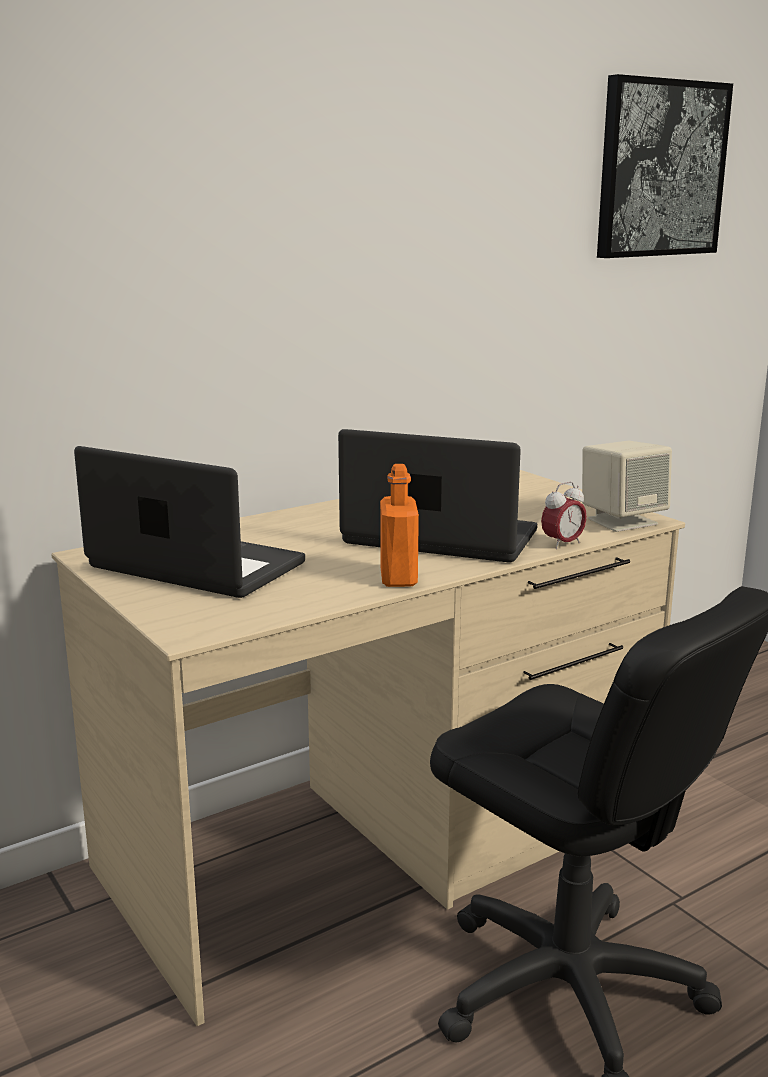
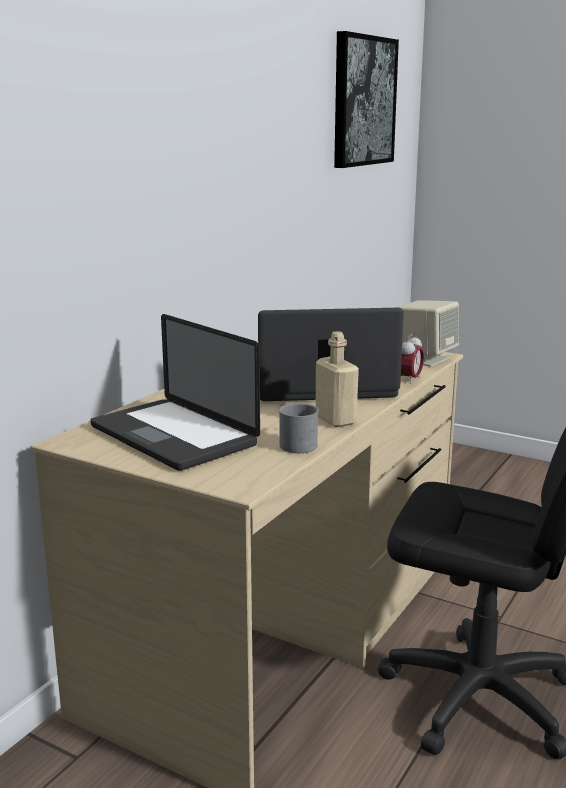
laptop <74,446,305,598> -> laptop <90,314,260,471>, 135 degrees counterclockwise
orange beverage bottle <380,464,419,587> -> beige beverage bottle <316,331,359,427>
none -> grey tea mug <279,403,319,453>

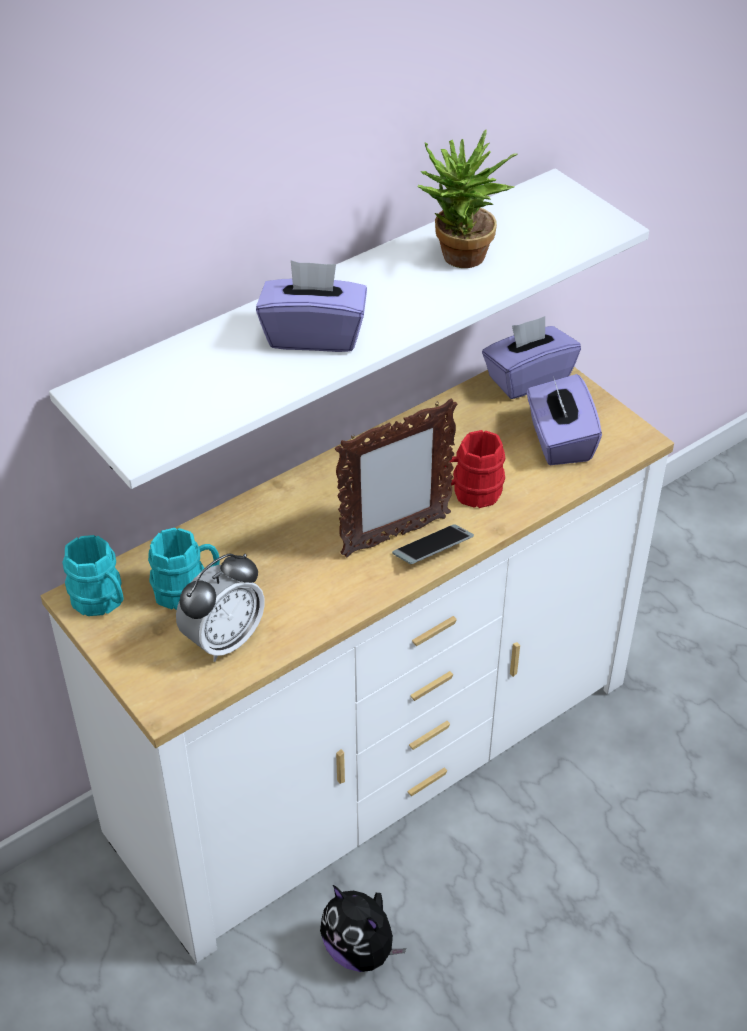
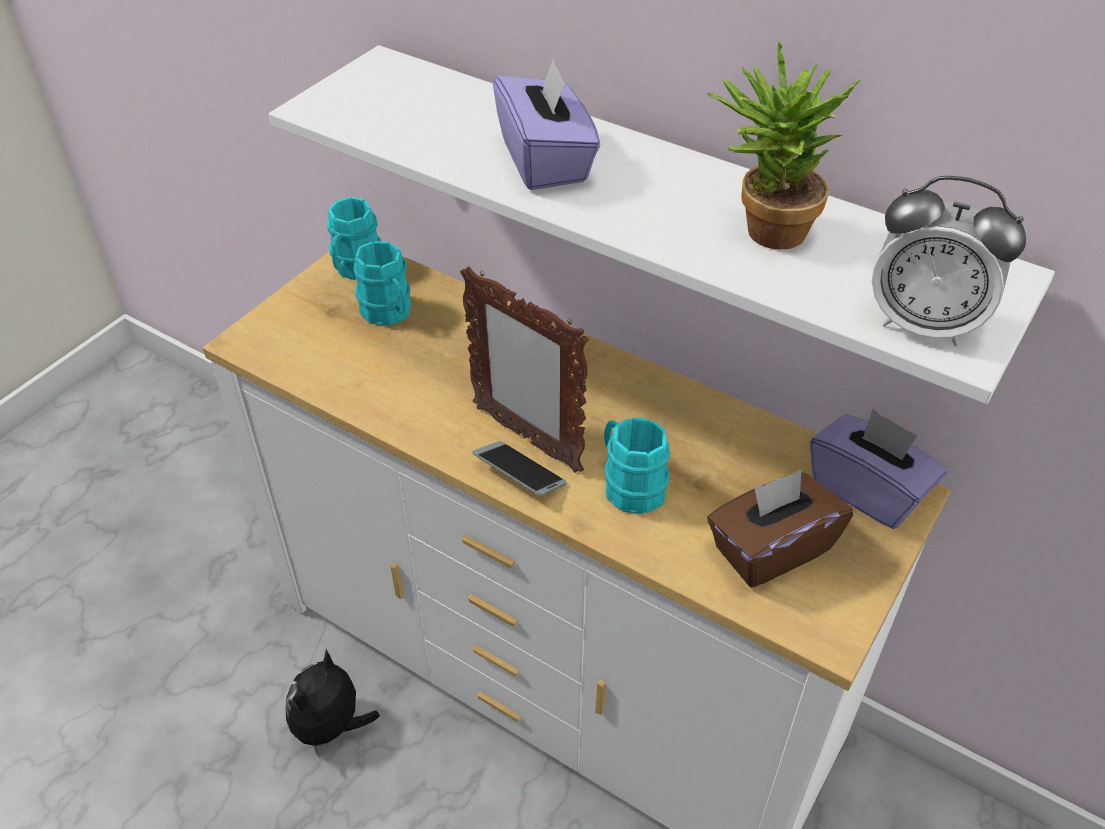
alarm clock <176,553,265,662> -> alarm clock <872,176,1026,347>, relocated
reddish tea mug <444,430,505,508> -> turquoise tea mug <604,417,670,514>
purplish tissue holder <527,374,602,465> -> brown tissue holder <707,470,853,588>

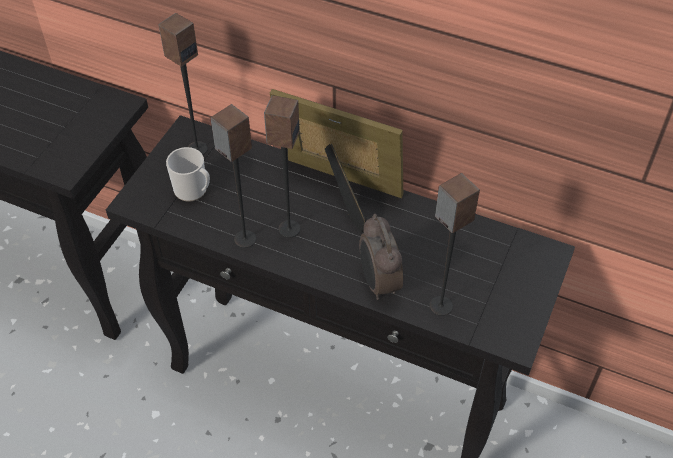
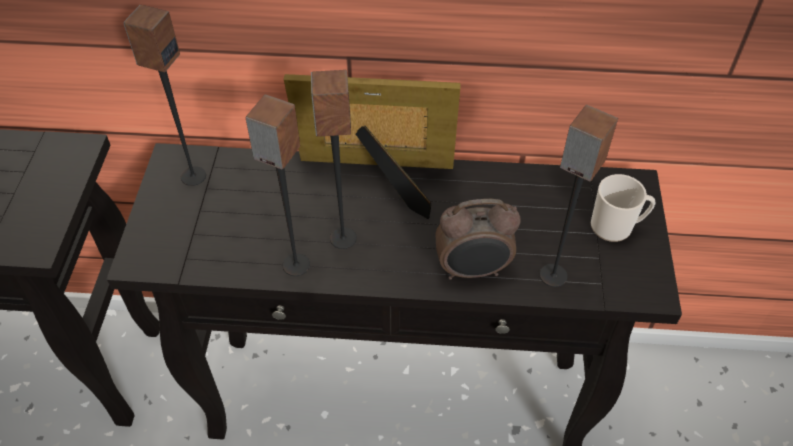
tea mug <166,147,210,202> -> tea mug <591,174,656,242>, relocated
alarm clock <359,214,403,300> -> alarm clock <435,199,521,280>, 60 degrees counterclockwise

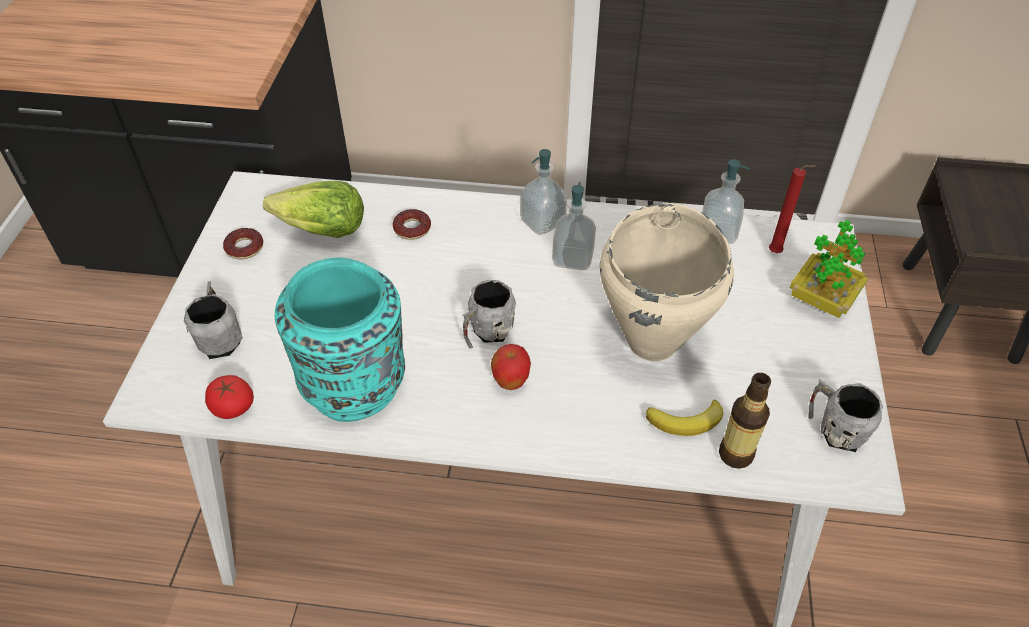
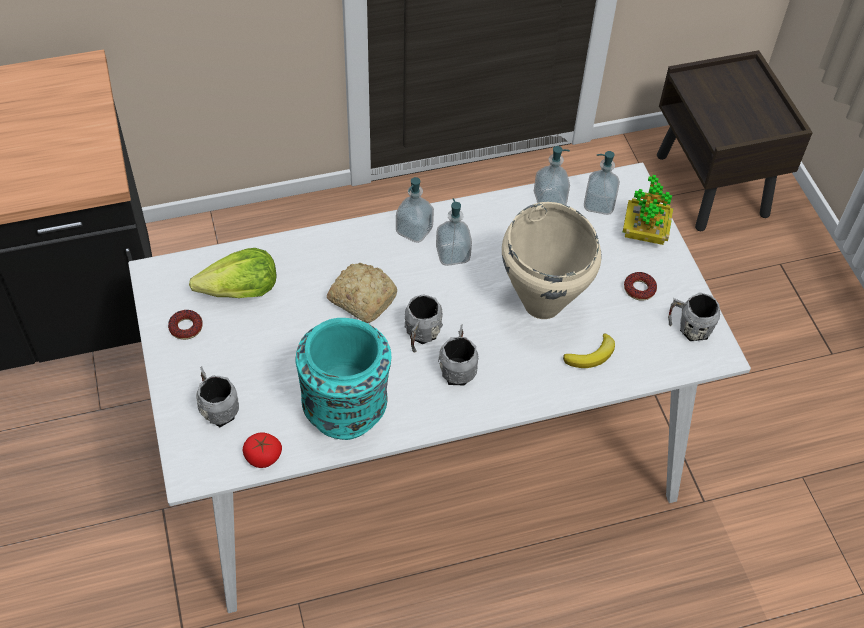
ring doughnut <393,209,431,240> -> ring doughnut <624,272,657,300>, relocated
whole apple <491,344,531,390> -> grey tea mug <438,324,478,386>
beverage bottle <719,373,771,469> -> none
reddish candle <769,165,816,253> -> soap bottle <584,151,620,215>
none -> baked bread <327,263,397,323>

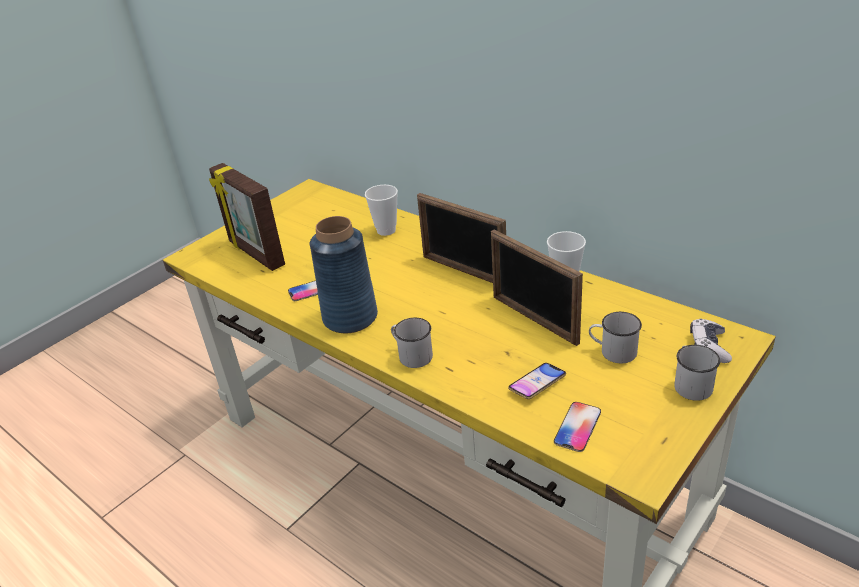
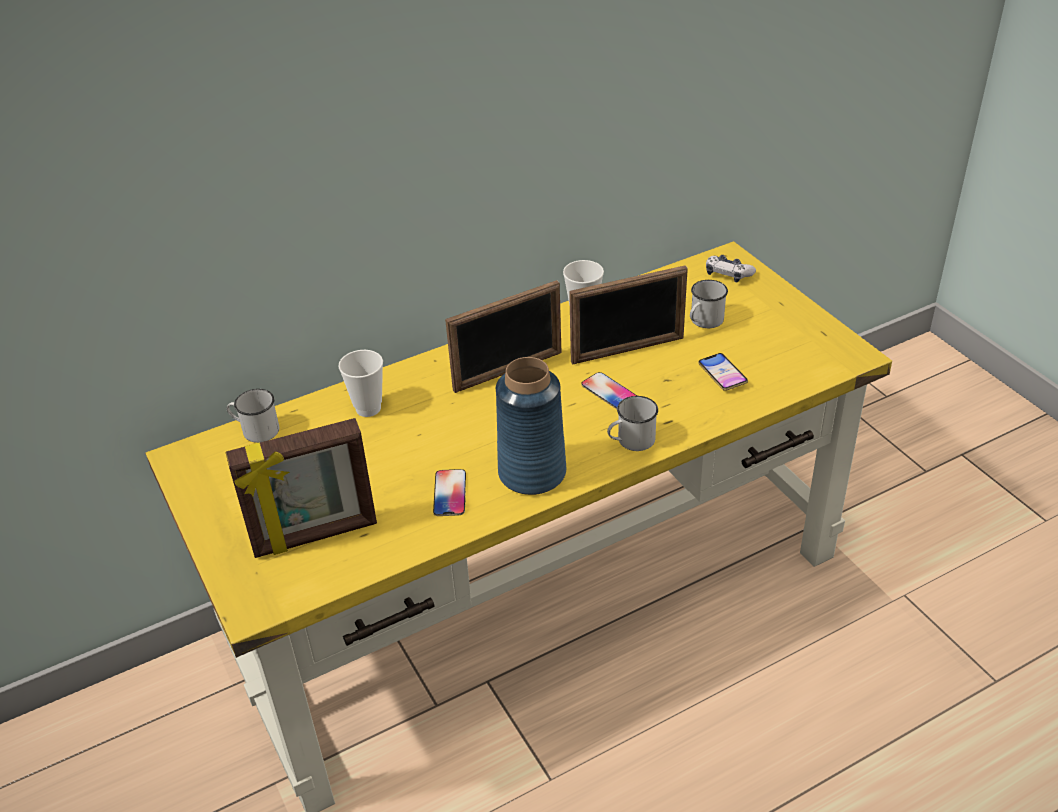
handset <554,402,601,452> -> handset <581,372,637,409>, relocated
whitish tea mug <674,345,720,401> -> whitish tea mug <226,389,279,443>, relocated

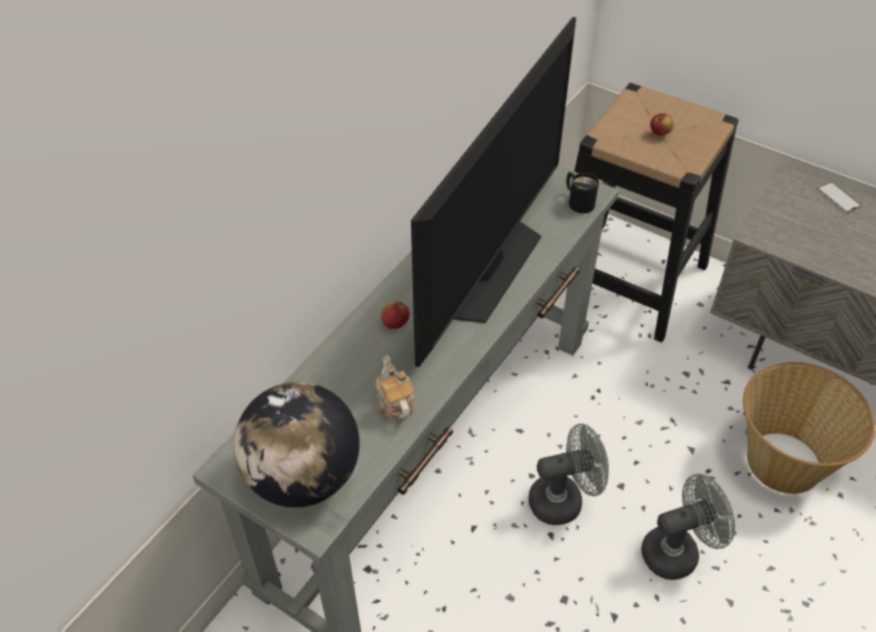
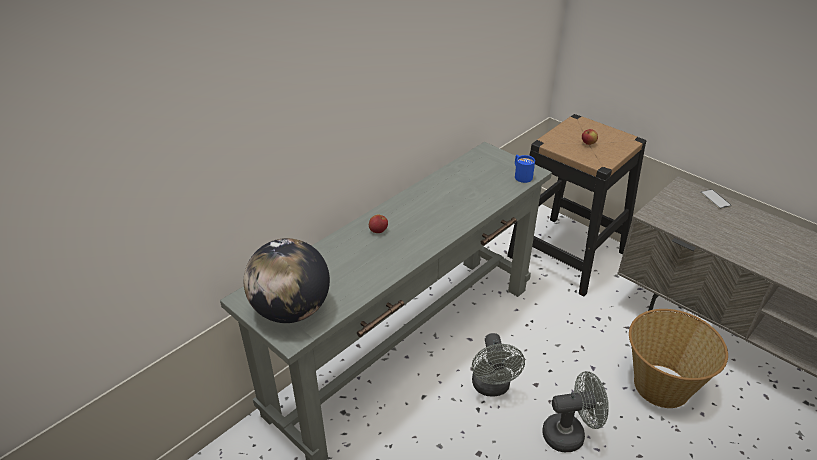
tea pot <375,355,414,420> -> none
TV <411,17,576,367> -> none
grey electric fan <529,424,609,525> -> grey electric fan <472,333,525,397>, 90 degrees clockwise
black-coloured tea mug <566,172,599,213> -> bluish tea mug <515,155,535,183>

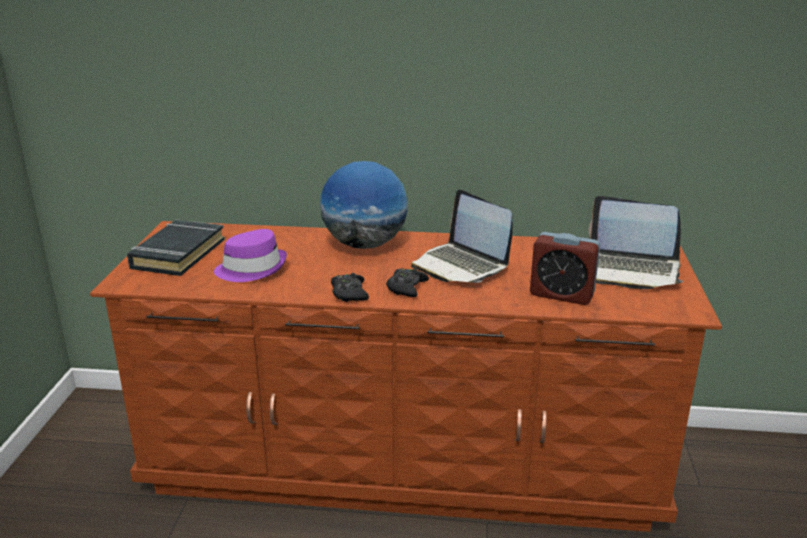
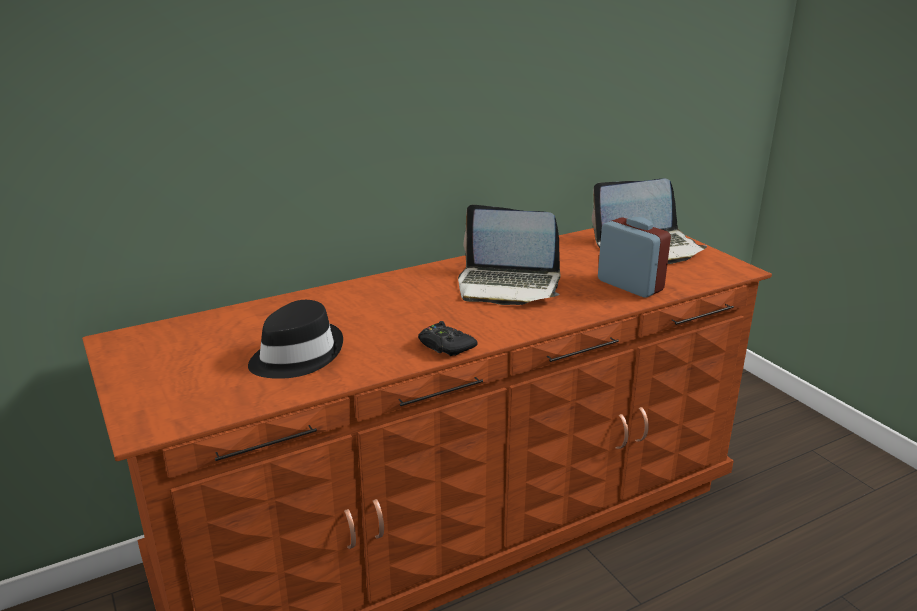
black-coloured volume <127,220,225,276> -> none
purplish hat <214,229,287,282> -> black-coloured hat <248,300,343,379>
desk globe <320,161,408,249> -> none
black-coloured joypad <386,268,429,297> -> none
alarm clock <530,232,600,305> -> alarm clock <598,217,671,298>, 120 degrees counterclockwise

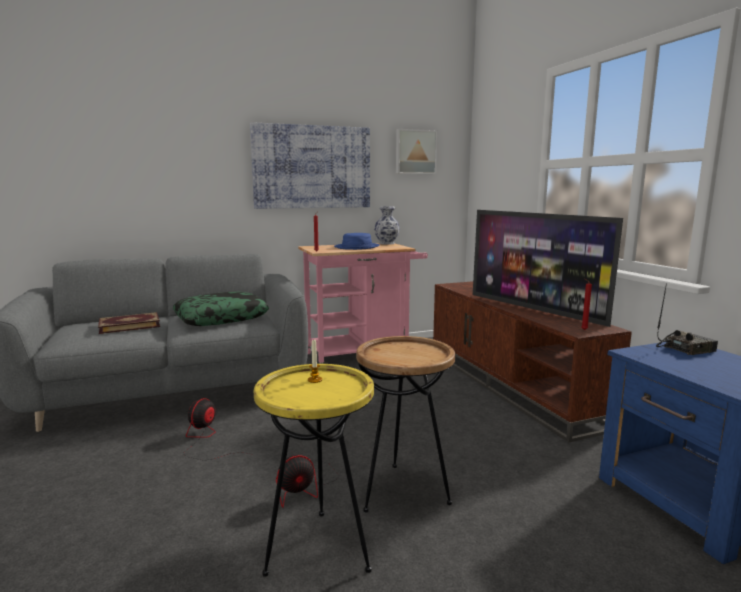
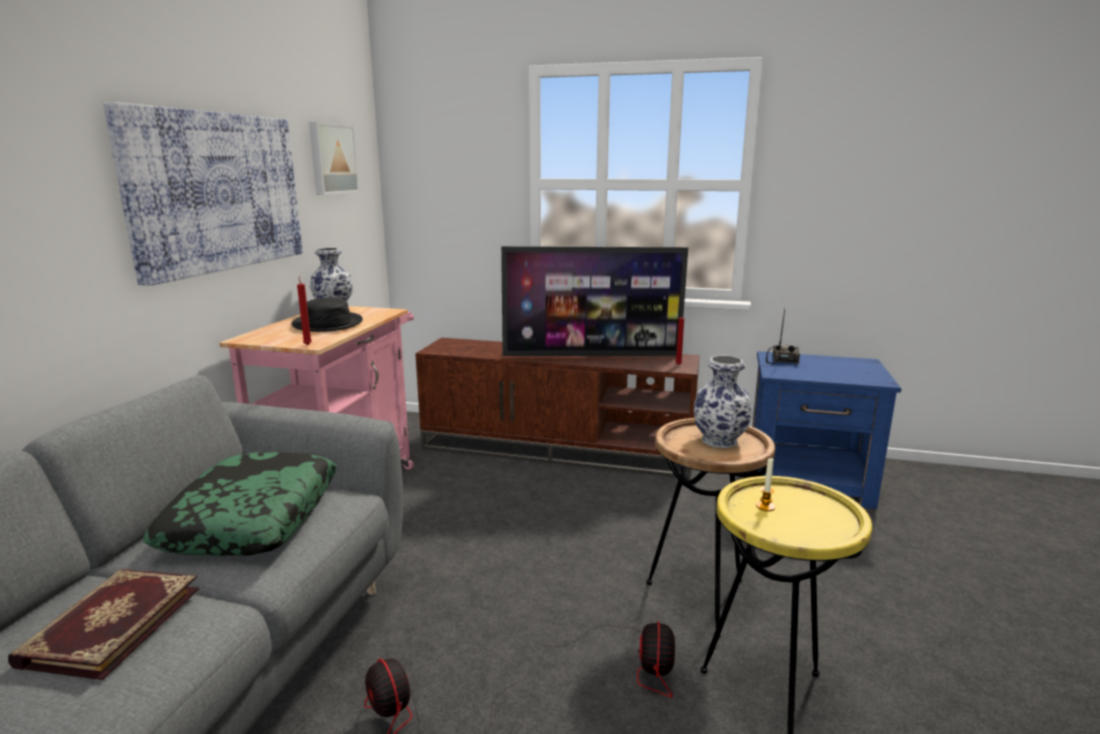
bluish hat <334,233,380,250> -> black-coloured hat <291,298,363,332>
none -> flower vase <694,355,752,448>

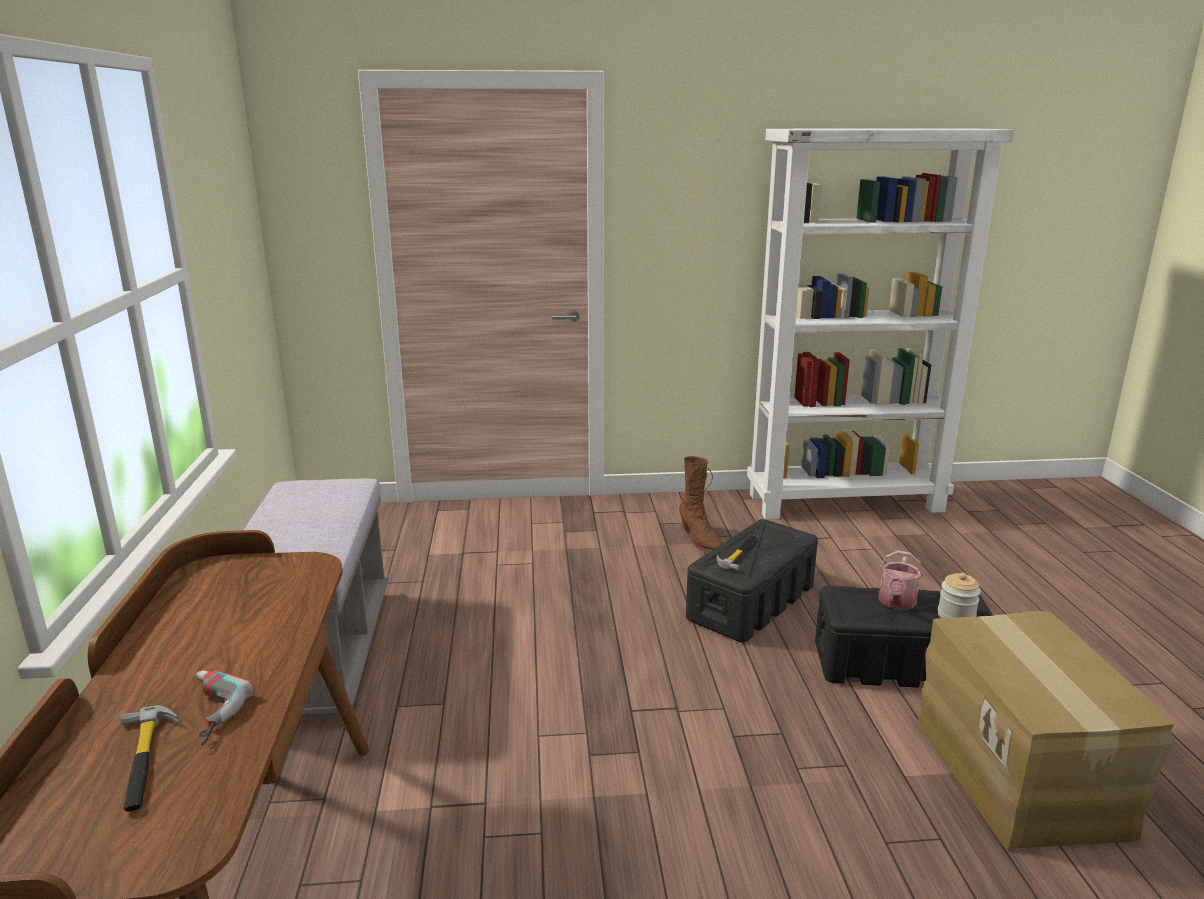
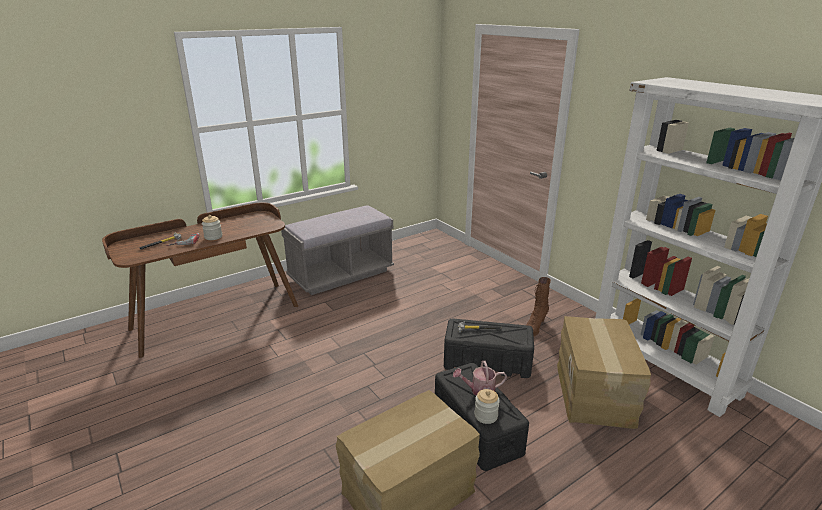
none -> preserve jar <202,215,222,240>
none -> cardboard box <557,316,651,429>

